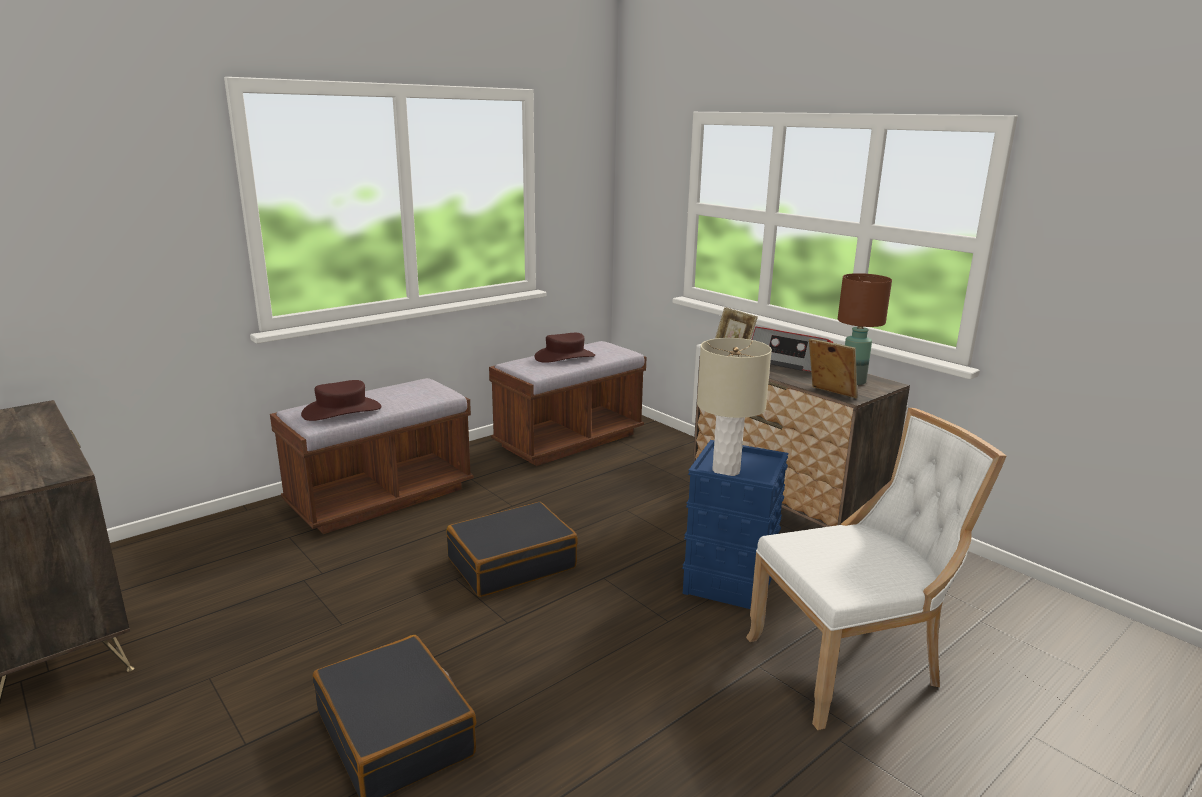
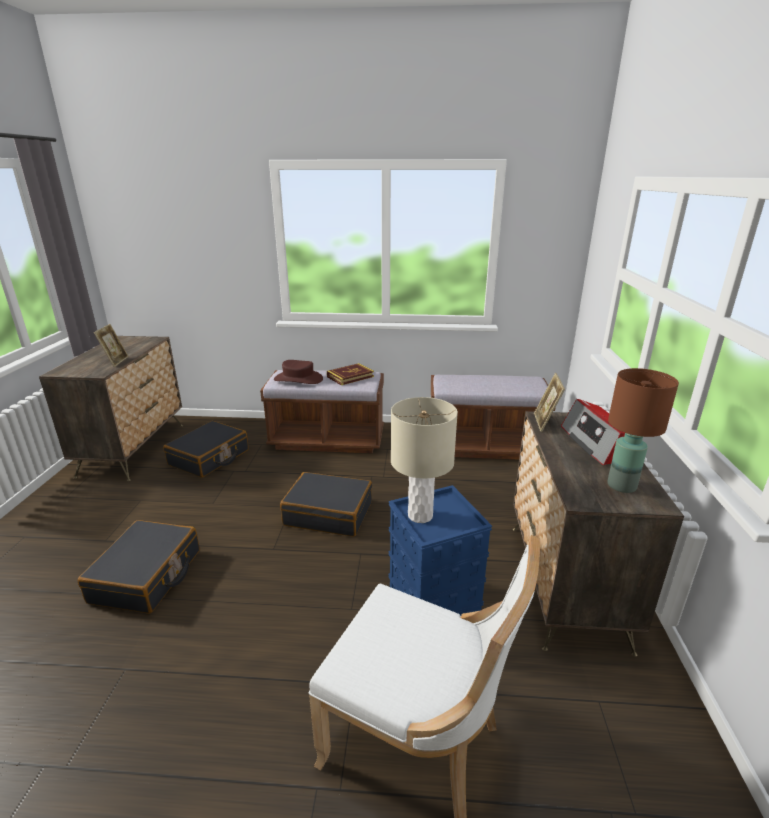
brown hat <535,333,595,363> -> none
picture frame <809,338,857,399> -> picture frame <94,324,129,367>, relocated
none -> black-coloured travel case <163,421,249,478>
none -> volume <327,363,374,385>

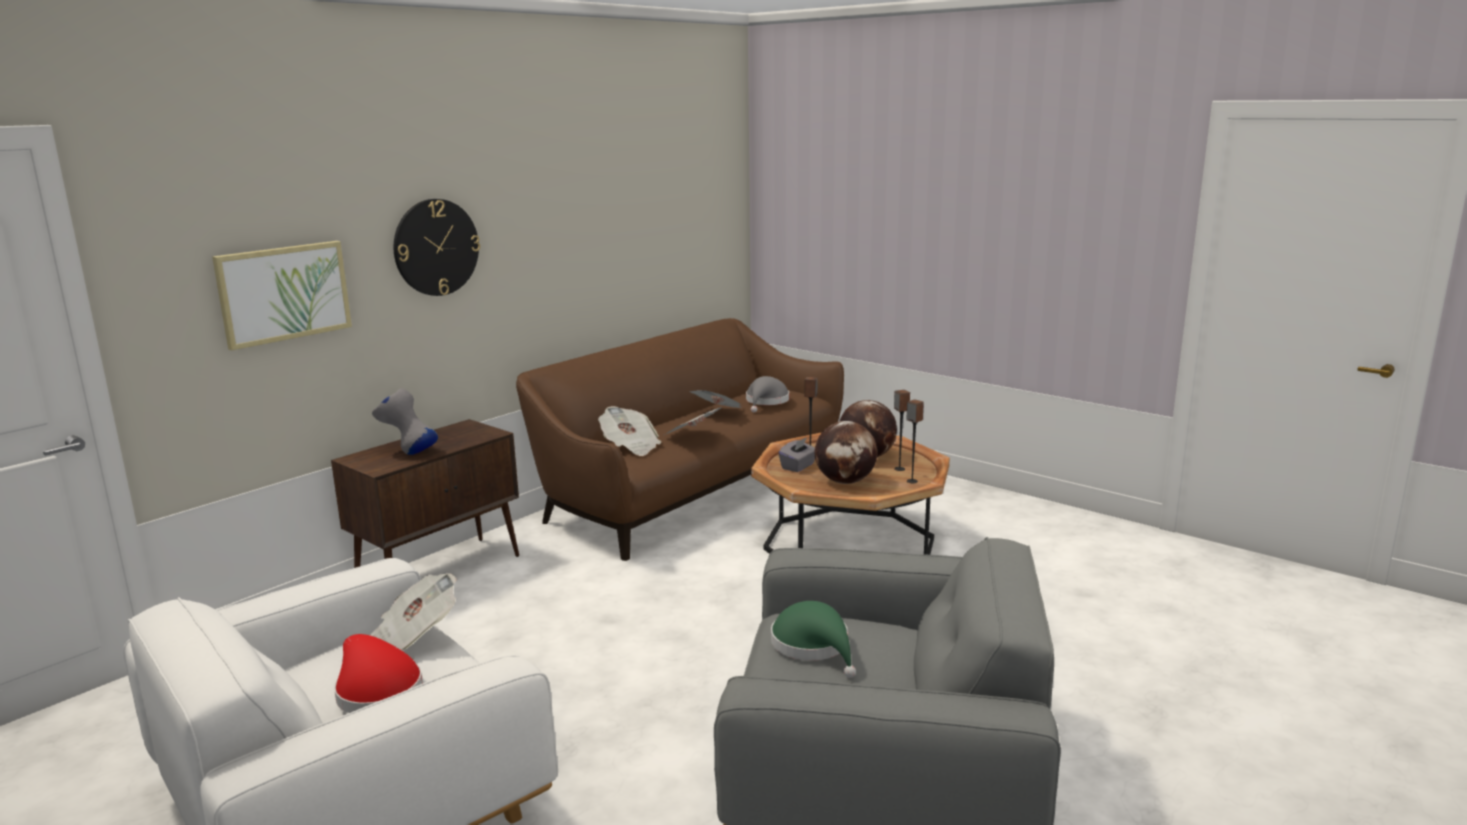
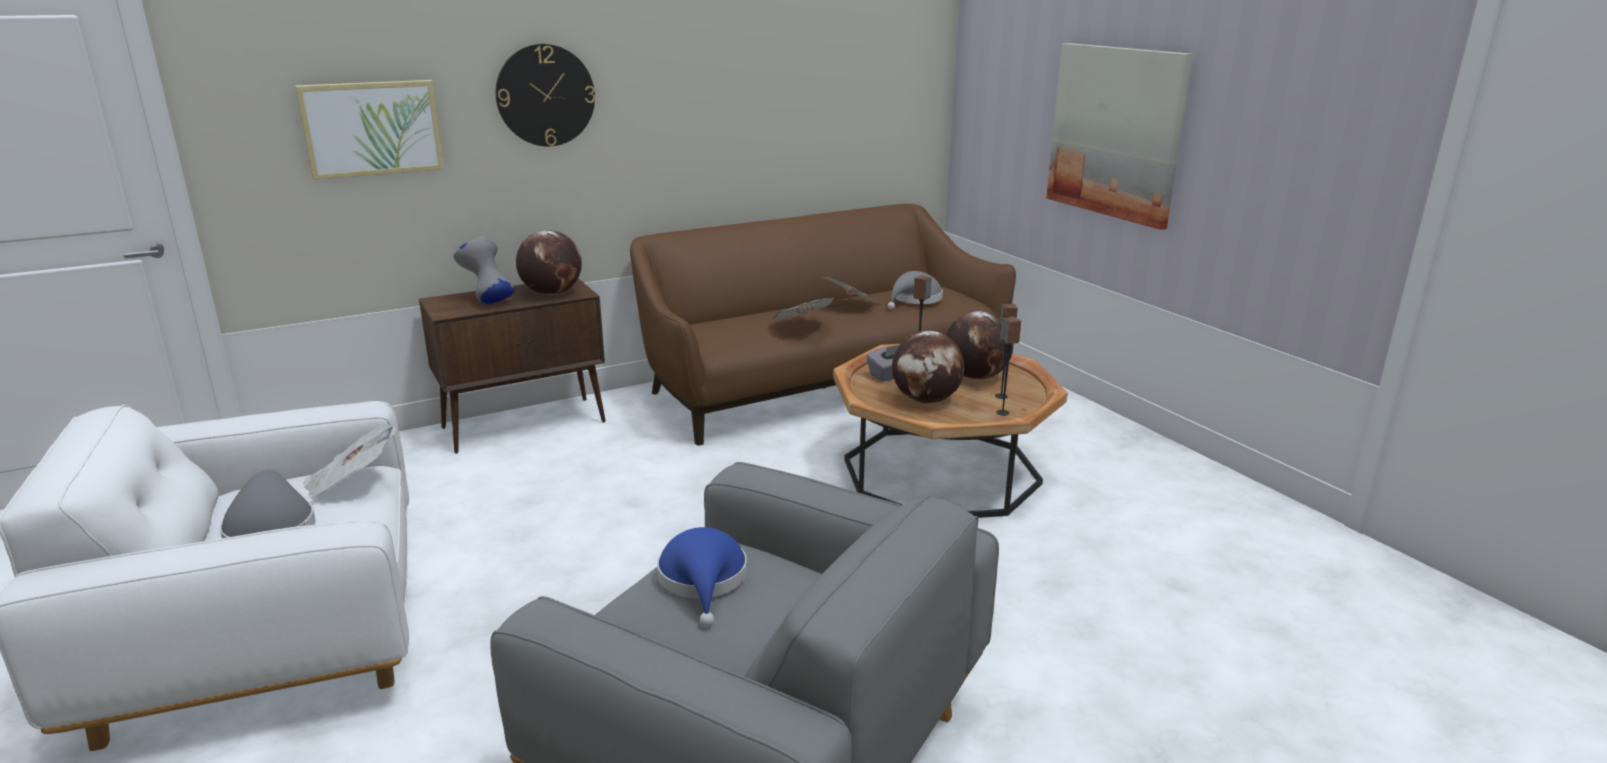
reddish hat <334,634,423,713> -> grey hat <220,470,316,538>
daily paper <598,406,661,456> -> none
green-coloured hat <771,601,856,678> -> bluish hat <657,527,747,627>
none -> desk globe <516,230,582,295>
none -> wall picture <1046,43,1194,230>

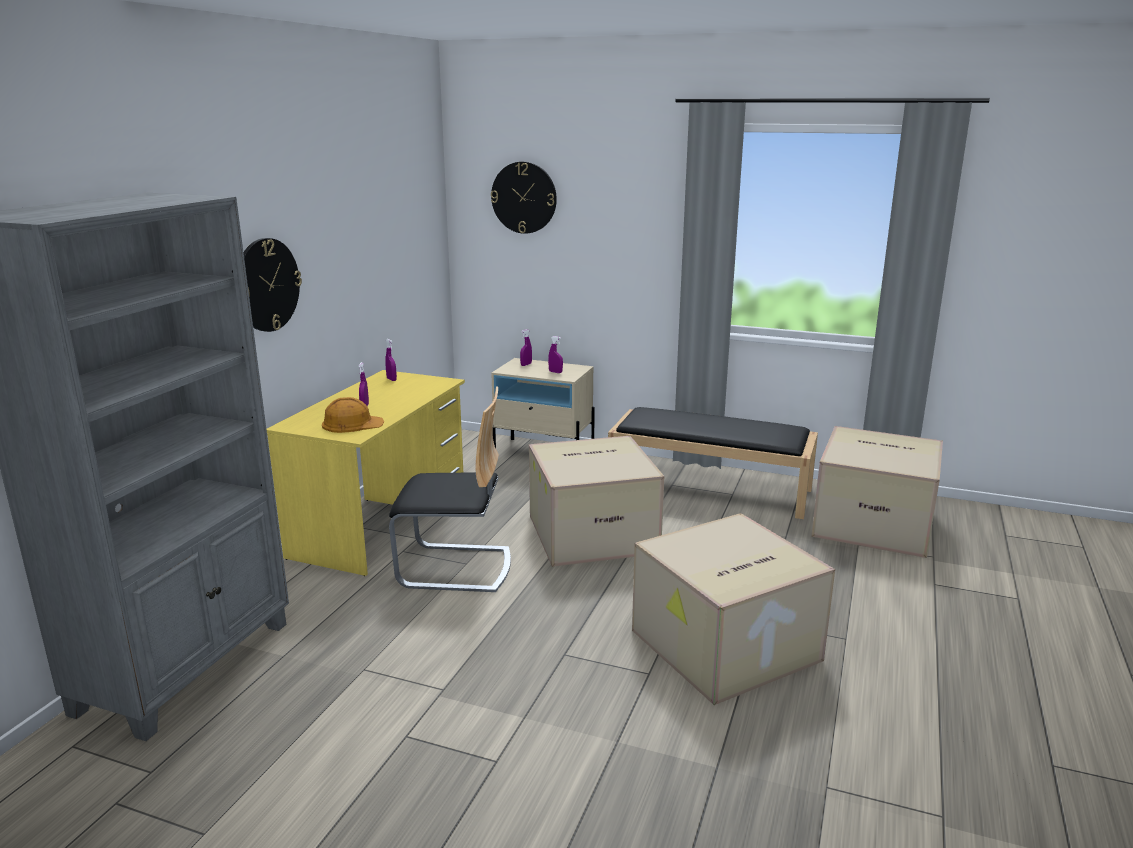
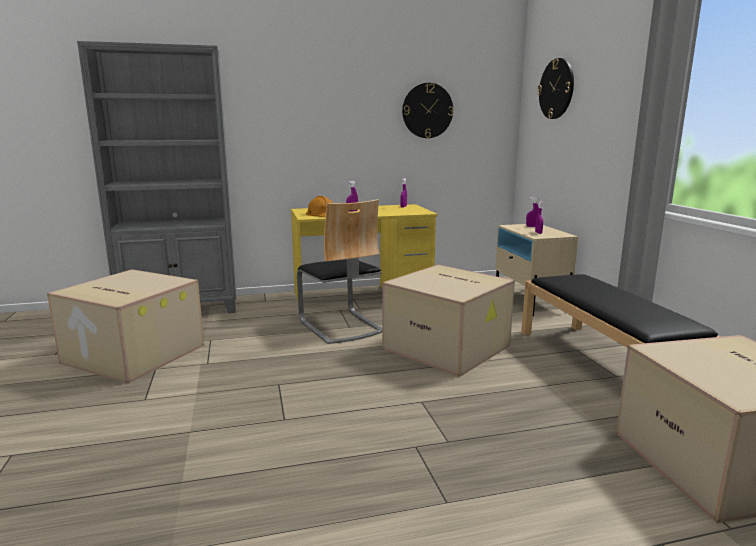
wall clock <244,238,302,332> -> wall clock <402,83,453,138>, relocated
cardboard box <632,513,835,705> -> cardboard box <47,269,204,384>, relocated

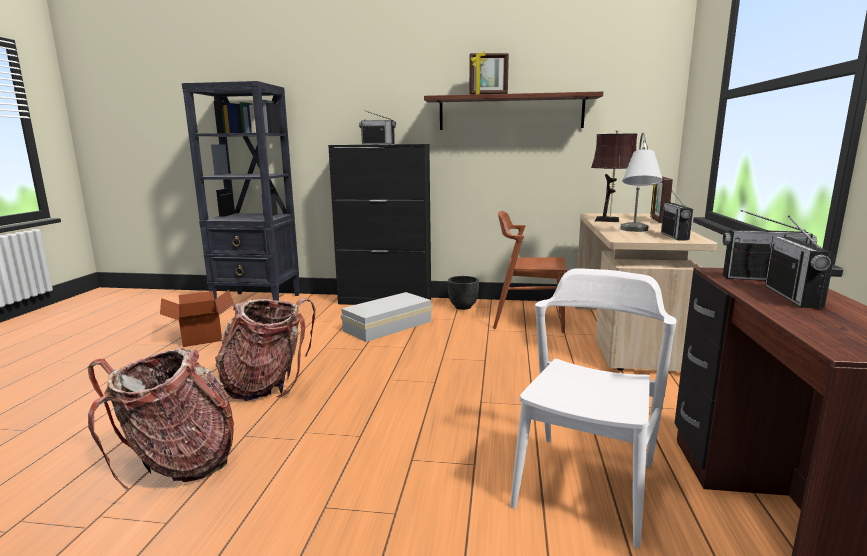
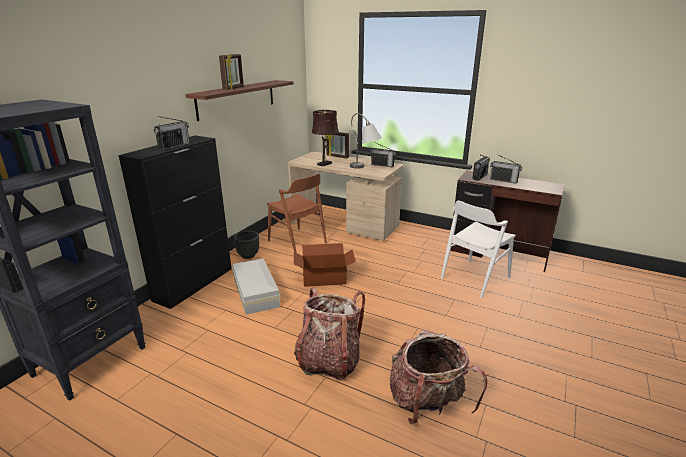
cardboard box <160,290,234,347> -> cardboard box <294,243,355,287>, relocated
brown plain chair <493,211,567,333> -> brown plain chair <267,174,327,253>, 75 degrees counterclockwise
whitish plain chair <510,268,677,548> -> whitish plain chair <441,201,516,298>, 90 degrees counterclockwise

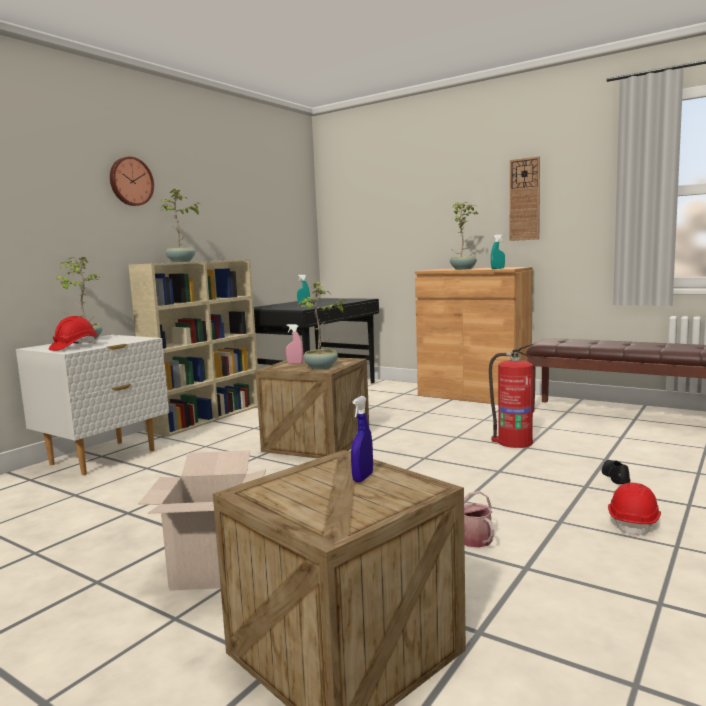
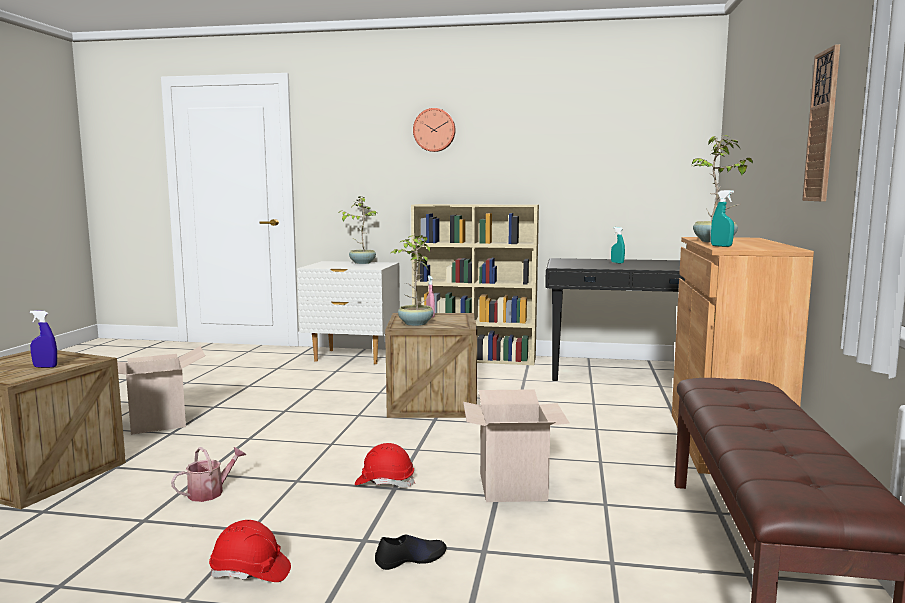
reddish work helmet <49,316,97,351> -> reddish work helmet <355,443,415,488>, relocated
plant in a pot <160,188,201,262> -> none
fire-fighting cylinder <489,344,538,448> -> cardboard box <463,389,570,502>

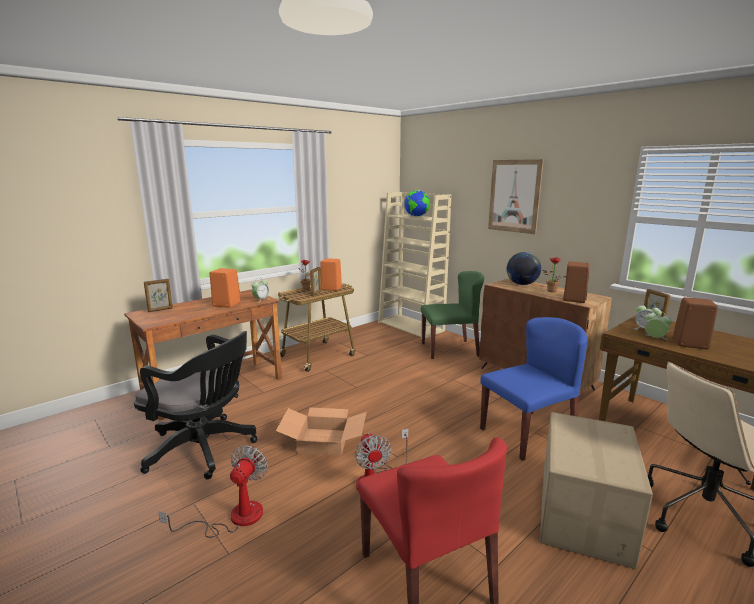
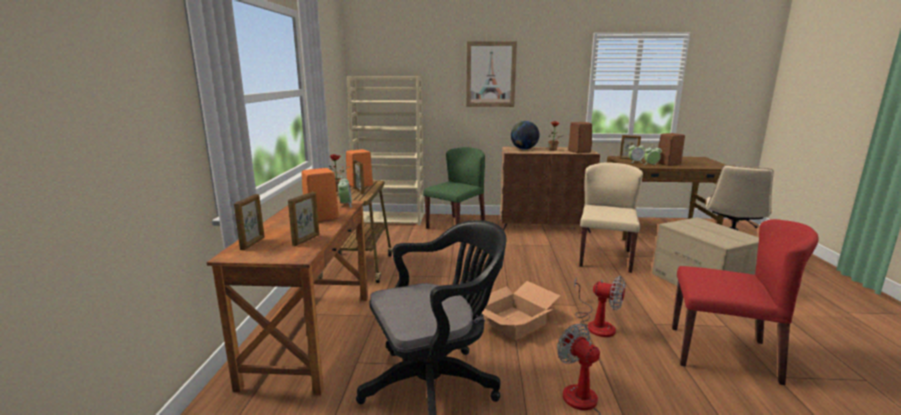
desk globe <404,190,430,217> -> none
bluish plain chair <480,317,588,461> -> beige plain chair <579,162,643,273>
none -> picture frame <288,192,320,246>

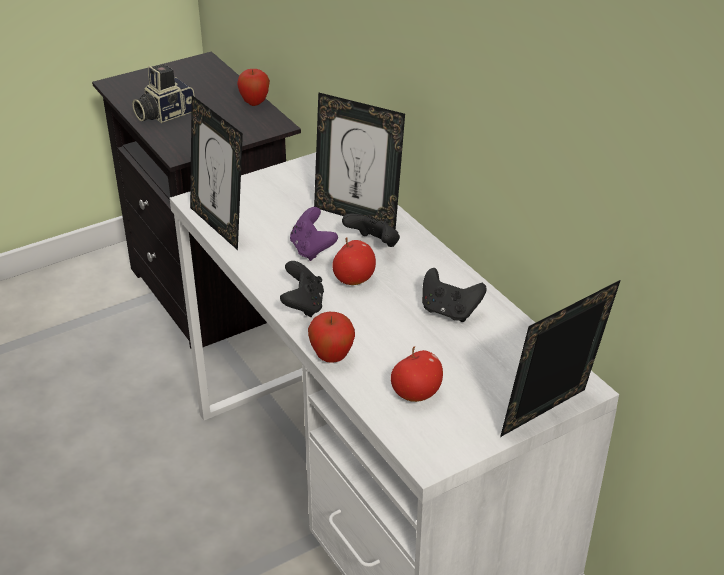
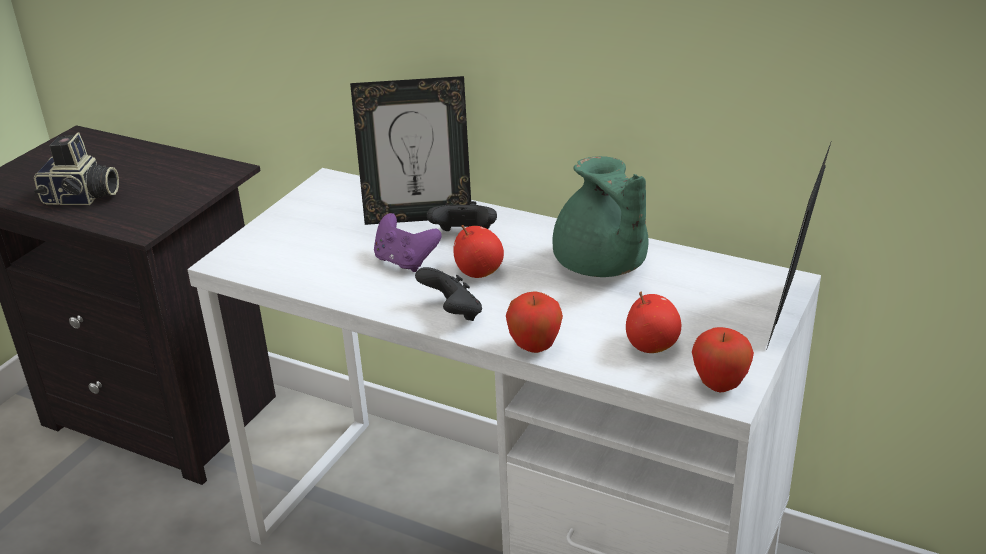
still camera <132,64,195,123> -> still camera <34,133,119,205>, 105 degrees counterclockwise
picture frame <190,95,243,250> -> none
whole apple <237,69,270,106> -> whole apple <692,327,754,392>, relocated
black-coloured joypad <422,268,487,322> -> green-coloured tea pot <552,156,649,277>

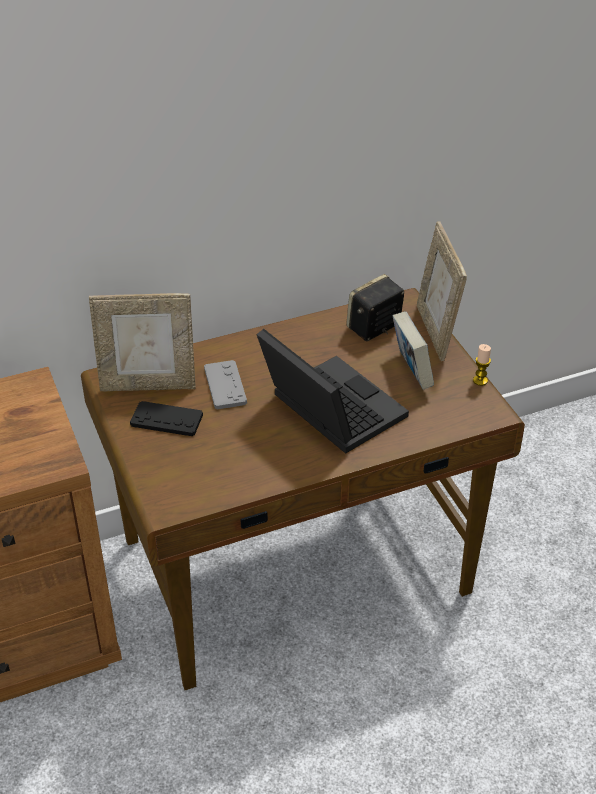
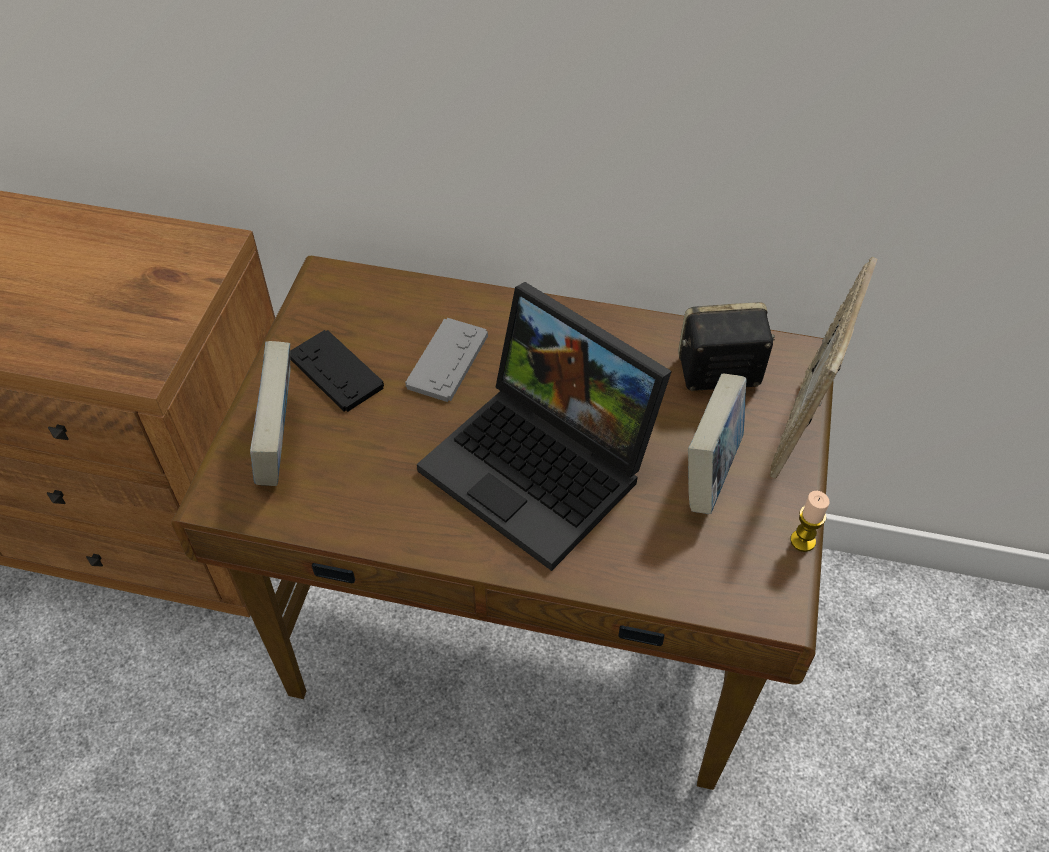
picture frame <89,293,196,392> -> none
laptop <256,329,409,454> -> laptop <417,282,672,571>, 135 degrees clockwise
none -> volume <250,341,290,486>

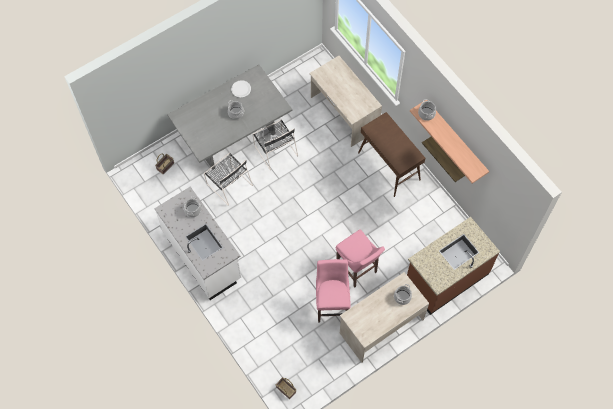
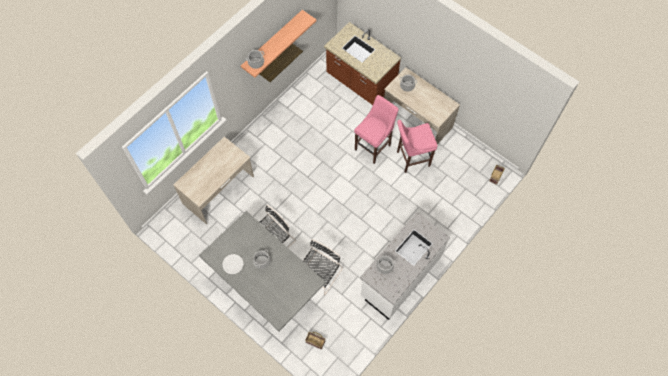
brown narrow table <358,112,425,197> -> none

